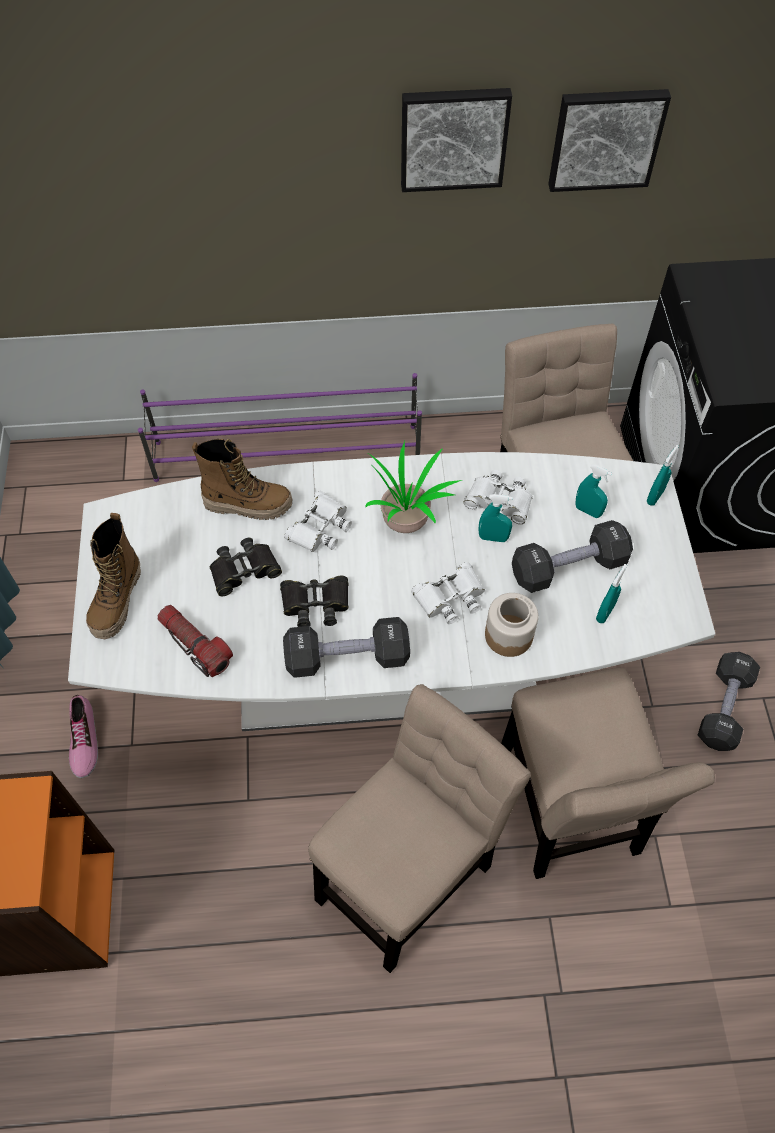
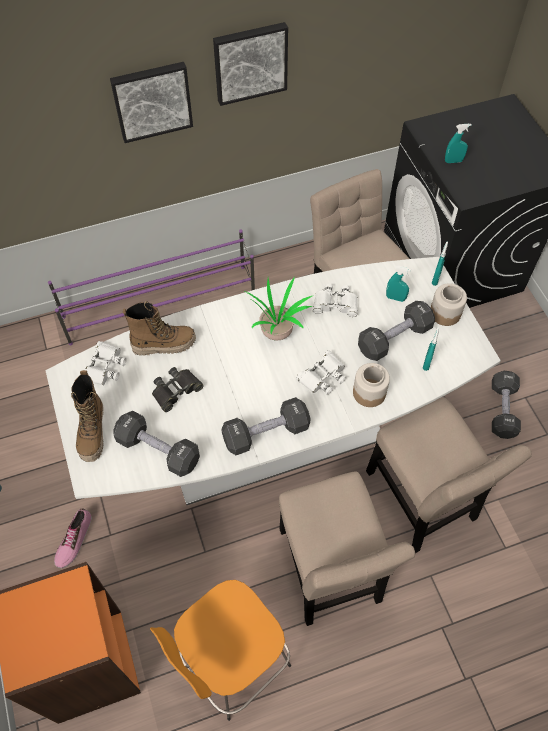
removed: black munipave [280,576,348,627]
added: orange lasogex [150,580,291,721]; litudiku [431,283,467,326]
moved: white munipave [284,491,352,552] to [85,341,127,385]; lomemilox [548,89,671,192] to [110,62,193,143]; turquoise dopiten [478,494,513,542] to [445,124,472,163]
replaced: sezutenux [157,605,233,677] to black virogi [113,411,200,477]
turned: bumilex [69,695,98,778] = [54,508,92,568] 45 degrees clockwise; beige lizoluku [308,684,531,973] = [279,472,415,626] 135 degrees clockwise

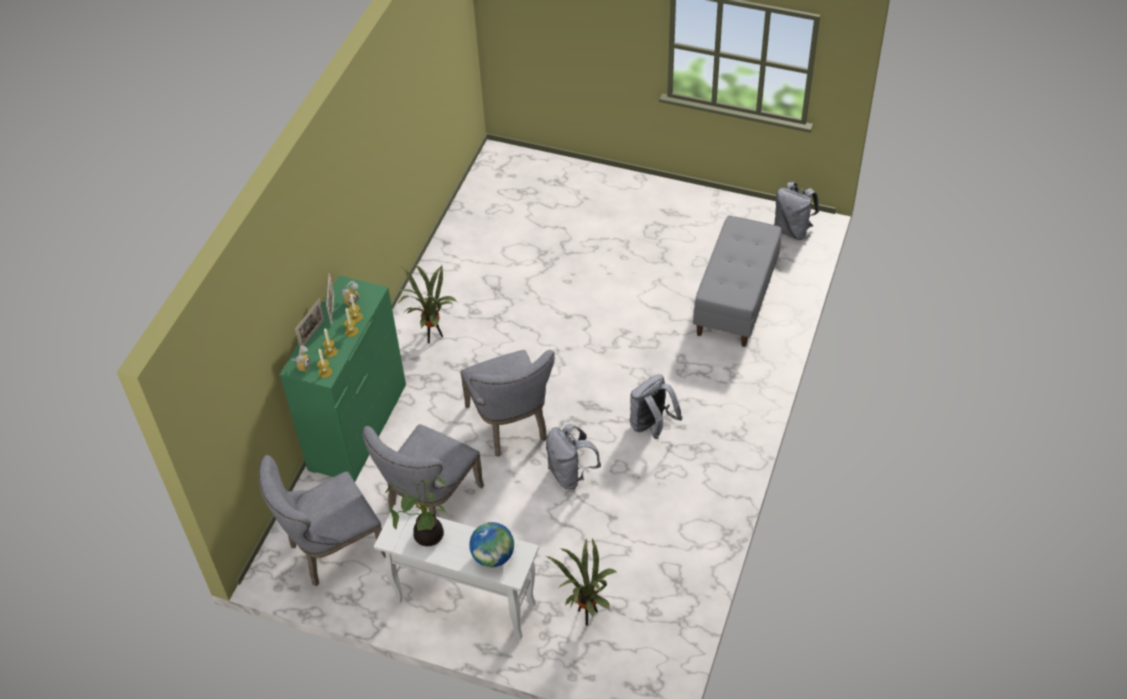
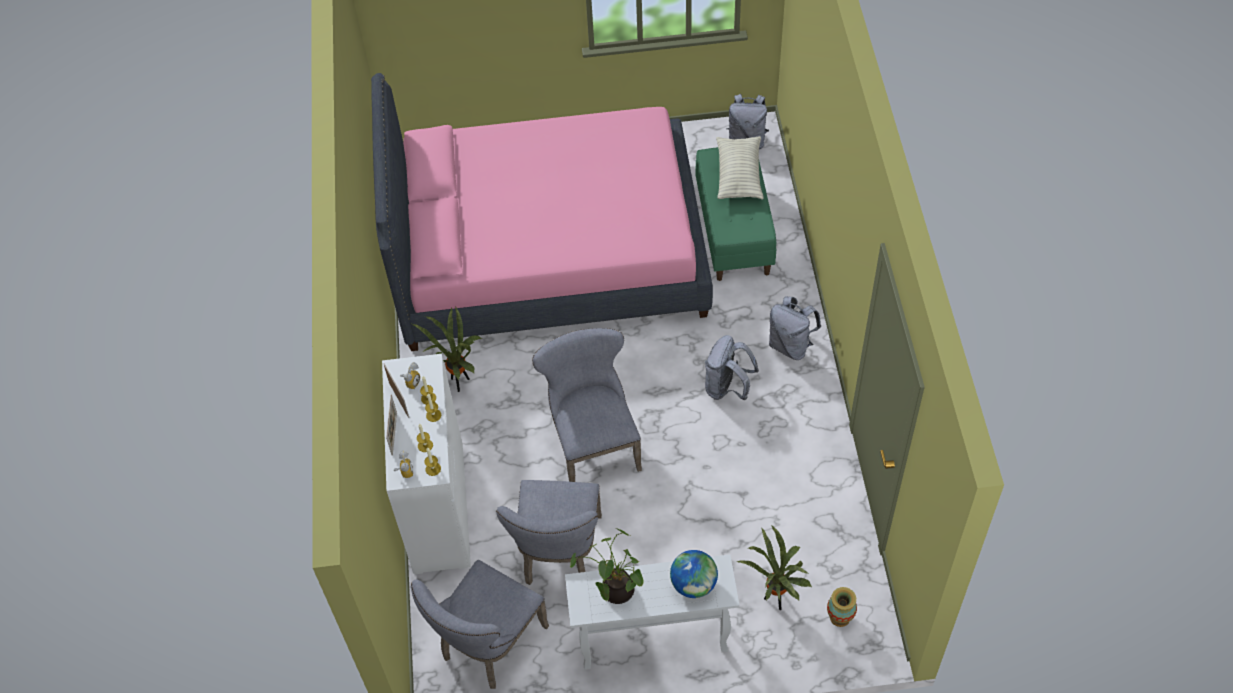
added: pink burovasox [371,73,713,351]; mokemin [716,136,764,200]; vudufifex [827,587,857,627]
moved: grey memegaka [546,424,601,490] to [769,296,821,360]
recoloured: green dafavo [280,275,406,482] to white dafavo [382,354,471,575]; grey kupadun [693,216,782,347] to green kupadun [696,147,777,281]
turned: grey lizoluku [460,350,555,457] = [532,328,642,482] 150 degrees counterclockwise

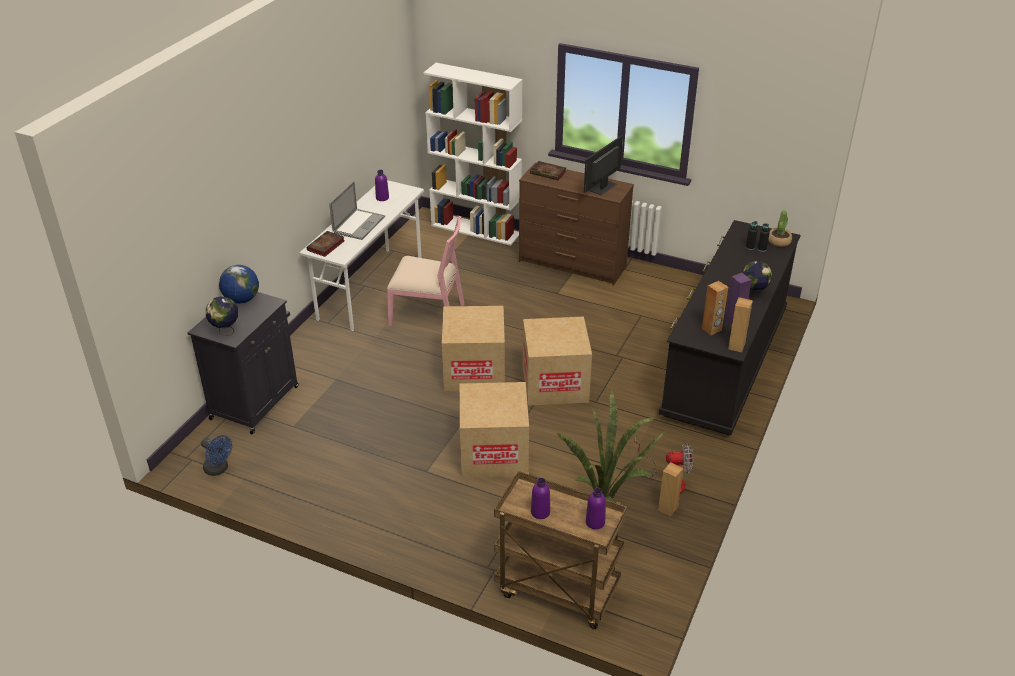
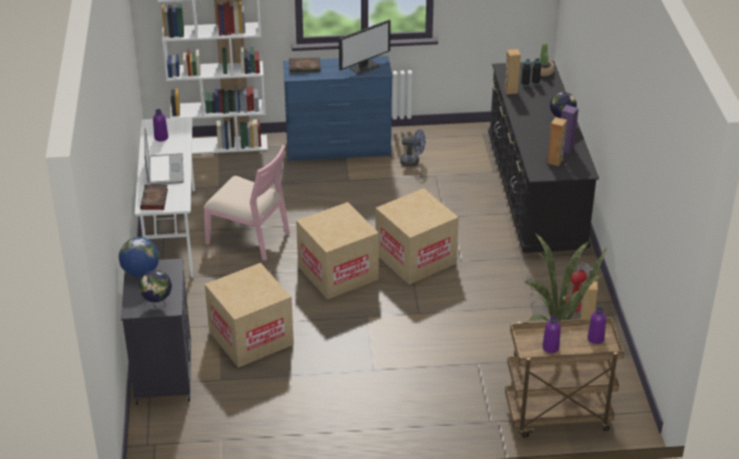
moved: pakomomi [460,382,529,478] to [205,263,294,368]; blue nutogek [201,435,232,476] to [400,129,425,167]; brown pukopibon [728,297,753,353] to [504,49,521,94]
recoloured: brown dafavo [519,163,634,286] to blue dafavo [283,56,393,163]
turned: pink lizoluku [387,216,465,326] = [204,145,290,261] 45 degrees clockwise; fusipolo [584,135,623,195] = [339,19,391,75] 135 degrees counterclockwise

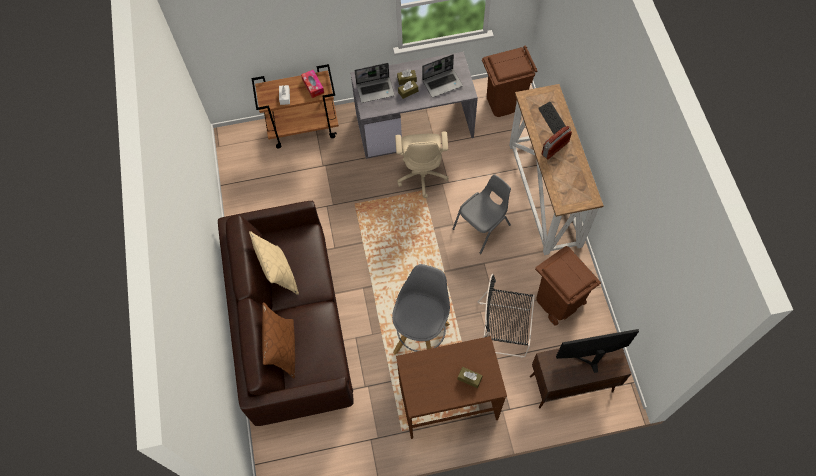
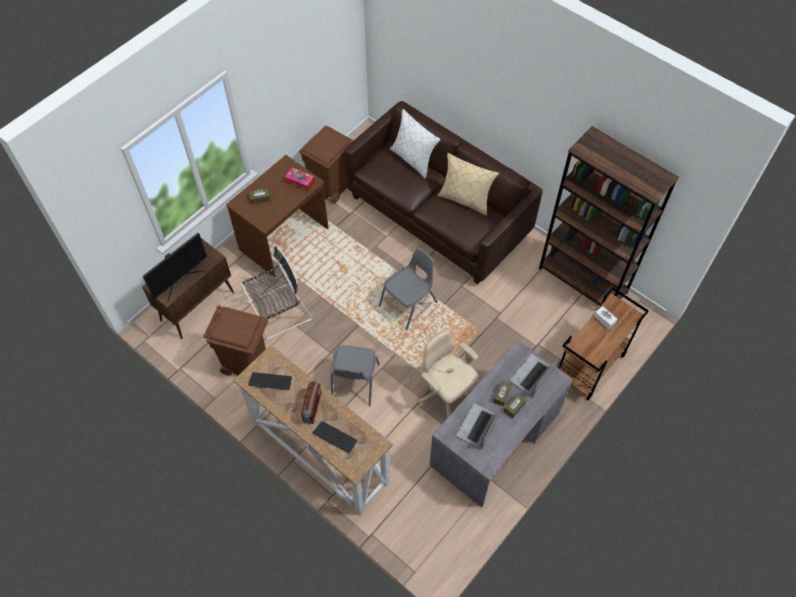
removed: grey lasogex [392,264,450,355]
added: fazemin [248,372,292,390]; grey lizoluku [379,248,438,331]; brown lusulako [539,126,679,306]
moved: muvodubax [301,70,324,98] to [284,167,315,191]; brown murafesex [482,46,537,117] to [299,126,354,203]
recoloured: brown mokemin [262,302,295,378] to white mokemin [390,109,440,179]

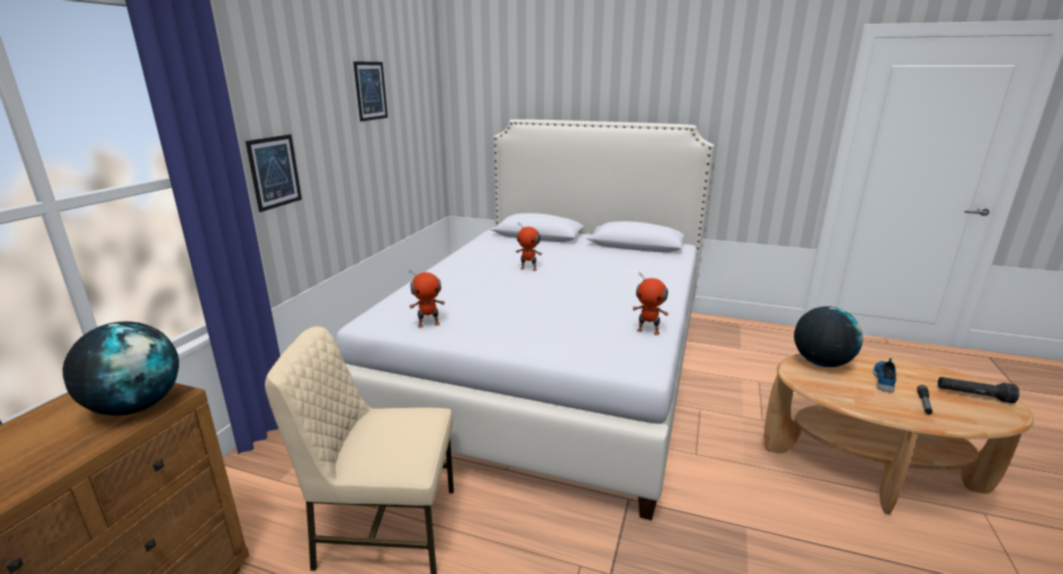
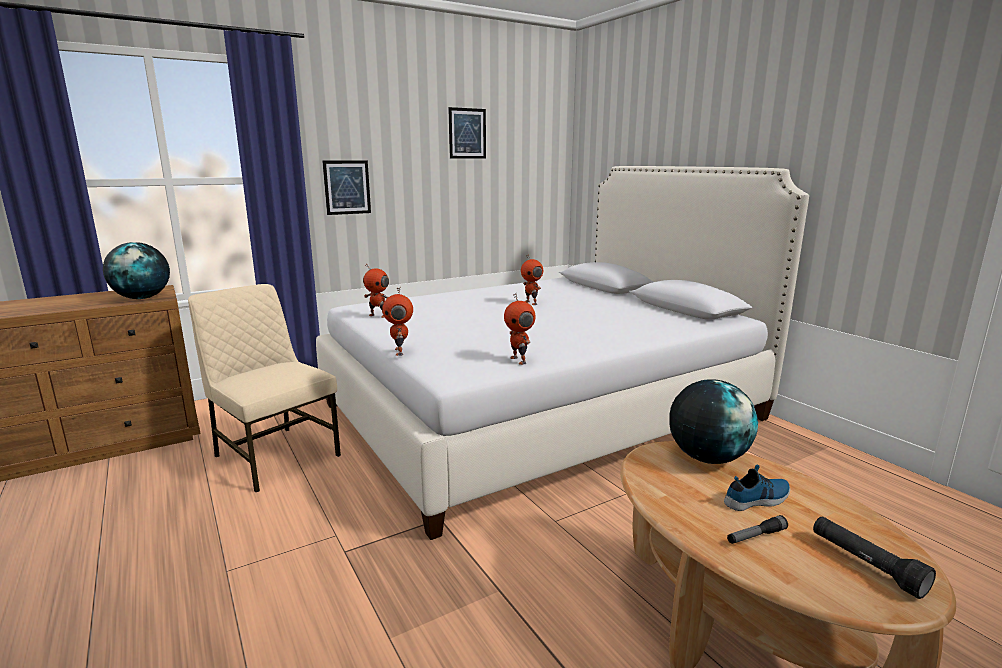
added: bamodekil [382,288,413,356]

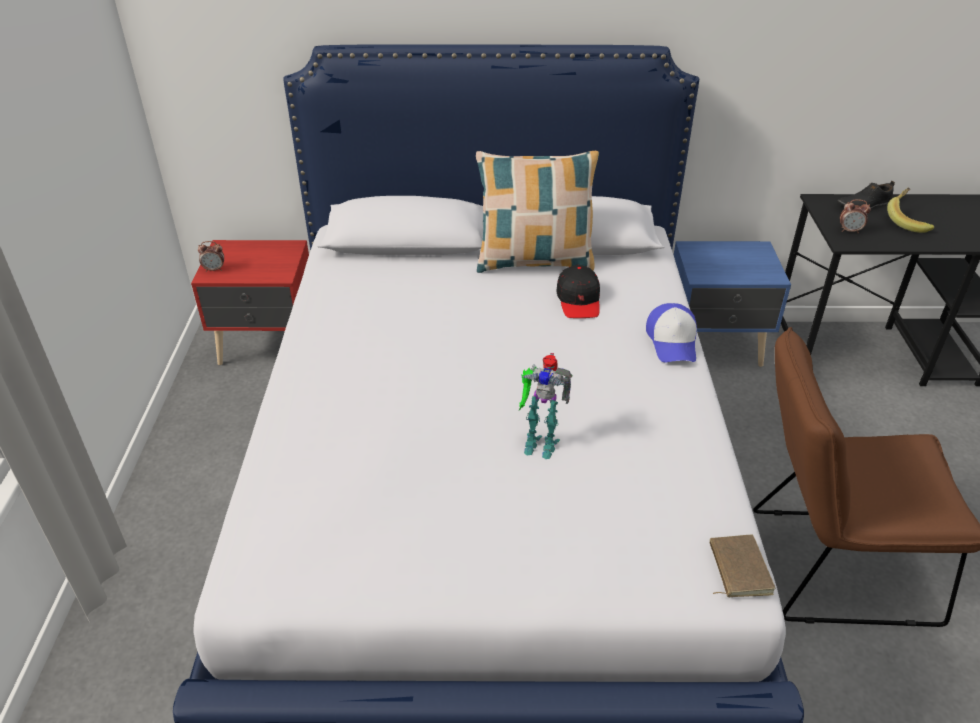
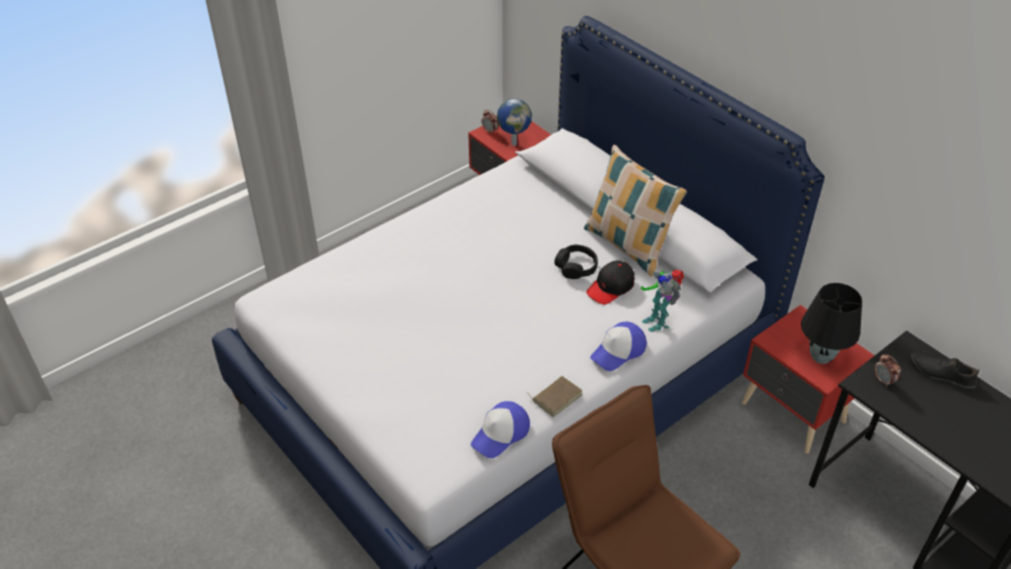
removed: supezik [887,187,934,233]
added: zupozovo [471,401,530,458]; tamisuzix [497,99,532,146]; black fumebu [554,244,598,279]; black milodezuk [801,283,862,364]
moved: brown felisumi [710,535,775,597] to [527,376,582,417]; bamodekil [519,353,573,459] to [641,270,684,332]
recoloured: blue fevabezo [674,241,791,367] to red fevabezo [742,305,875,454]

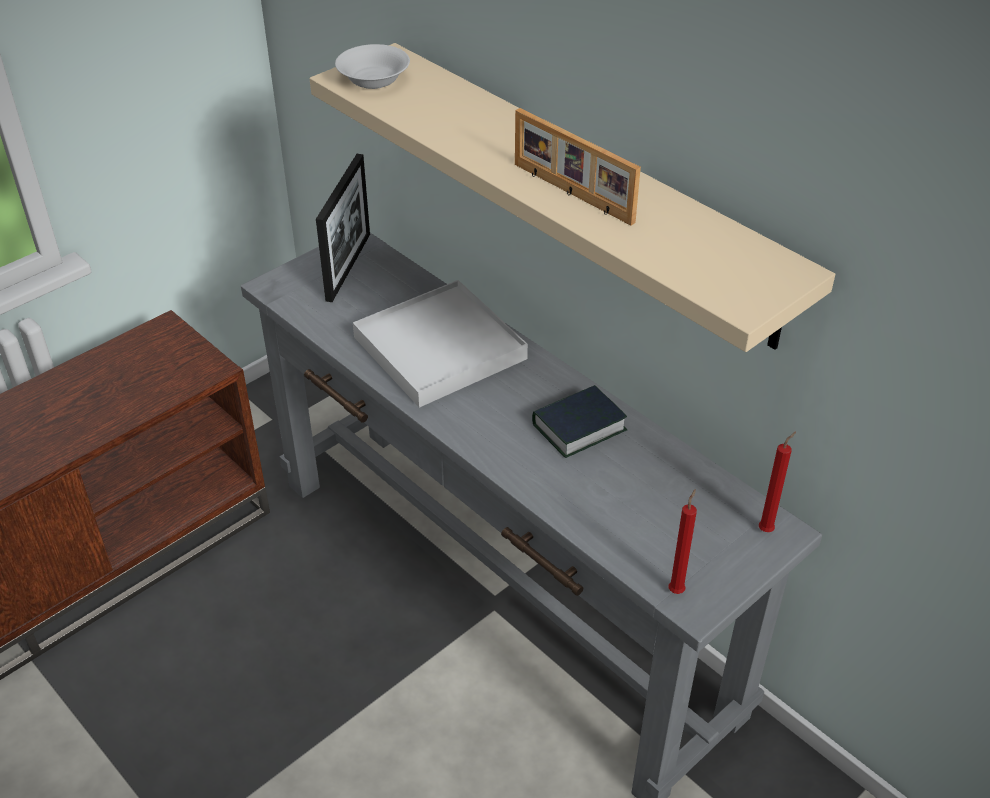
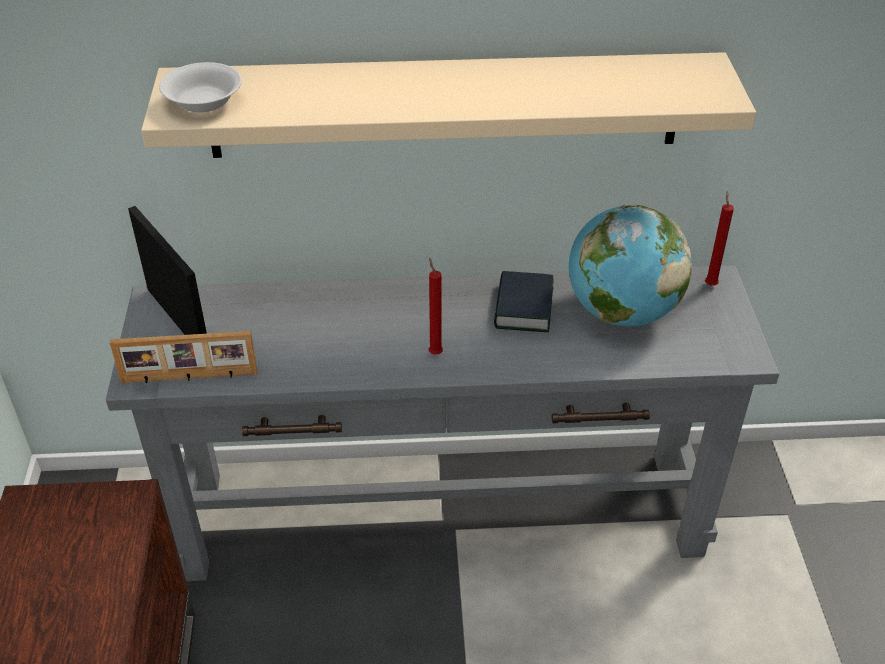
removed: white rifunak [353,280,528,408]
added: tamisuzix [569,205,692,327]
moved: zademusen [515,108,641,225] to [110,331,258,383]; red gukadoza [668,489,697,594] to [429,258,443,354]

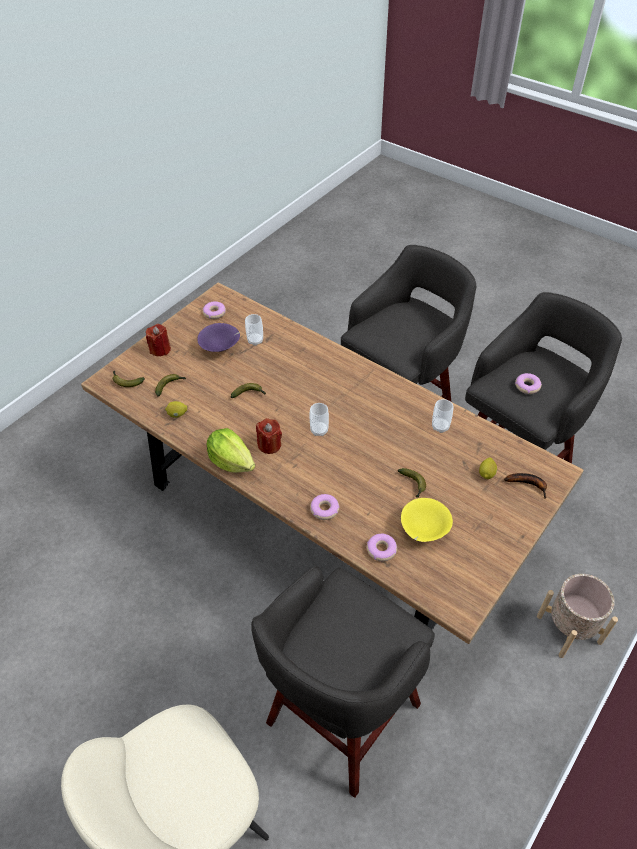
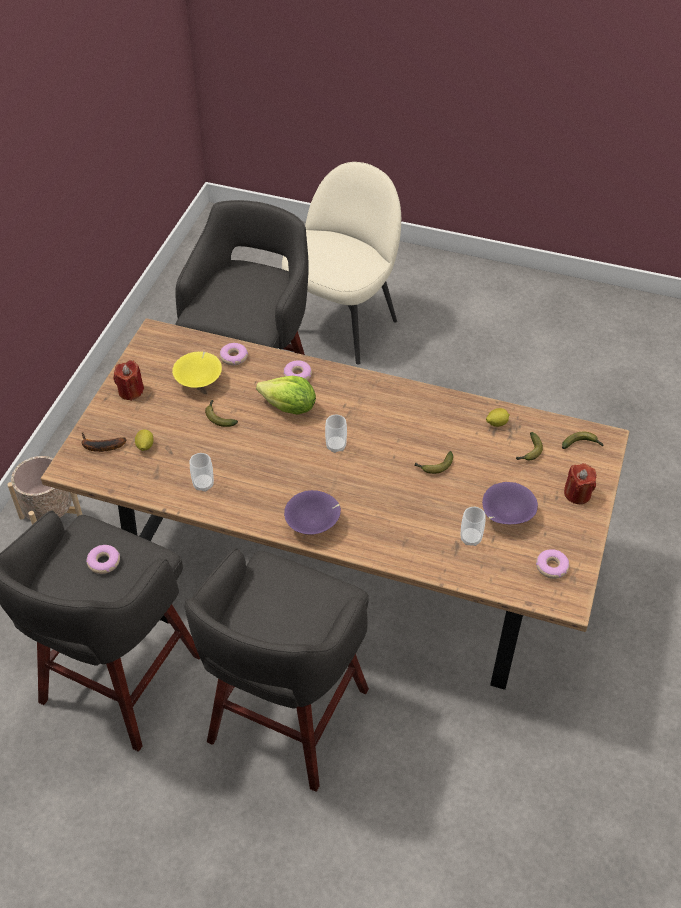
added: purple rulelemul [284,490,341,534]
moved: red gukadoza [256,418,282,454] to [113,360,144,401]; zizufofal [206,428,255,473] to [256,376,316,415]

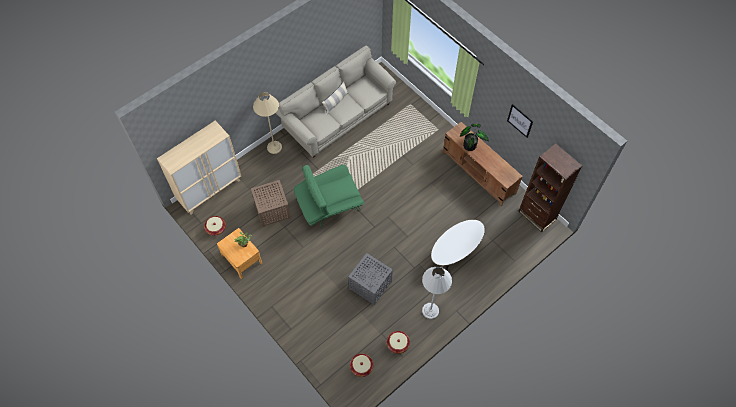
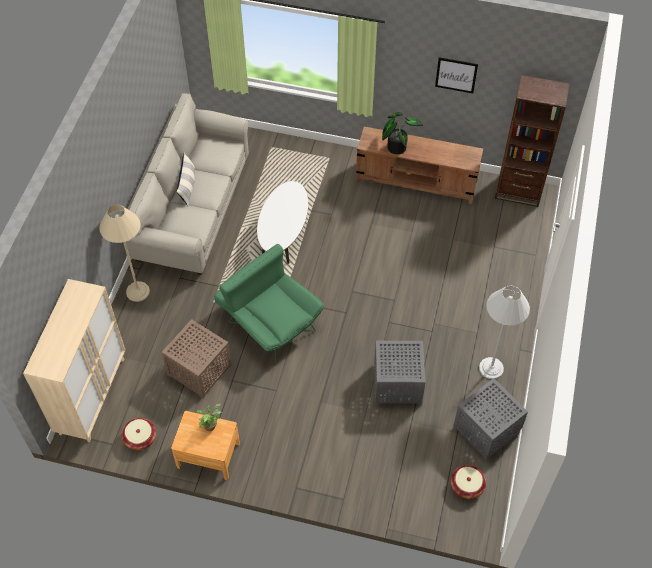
moved: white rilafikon [431,220,485,270] to [257,181,308,264]
replaced: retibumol [387,331,410,354] to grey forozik [453,378,528,461]
turned: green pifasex [294,165,364,227] = [214,244,324,362] 105 degrees clockwise

